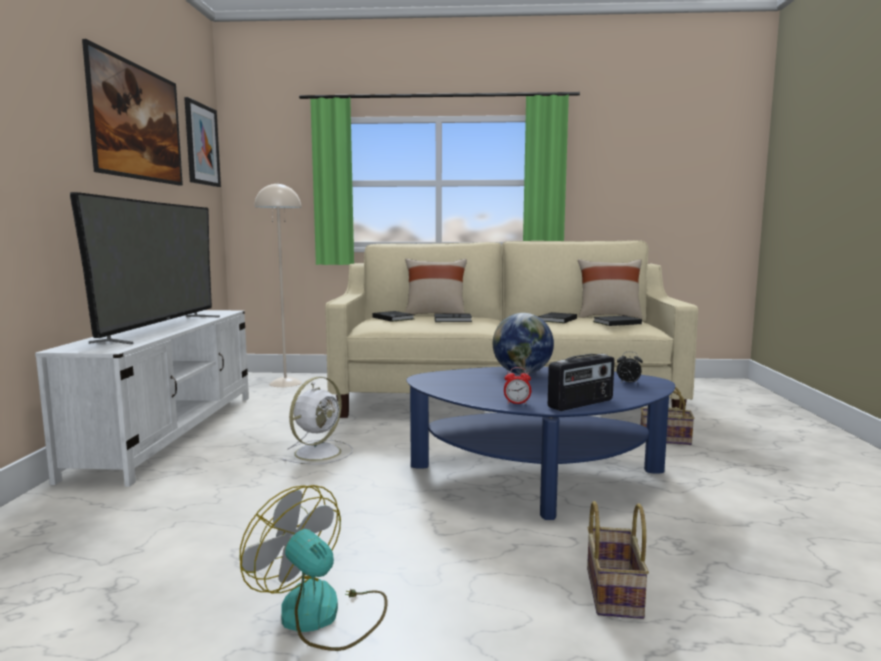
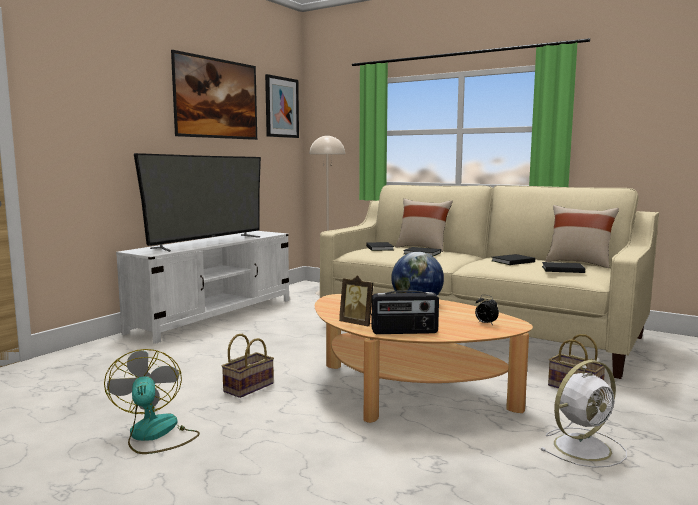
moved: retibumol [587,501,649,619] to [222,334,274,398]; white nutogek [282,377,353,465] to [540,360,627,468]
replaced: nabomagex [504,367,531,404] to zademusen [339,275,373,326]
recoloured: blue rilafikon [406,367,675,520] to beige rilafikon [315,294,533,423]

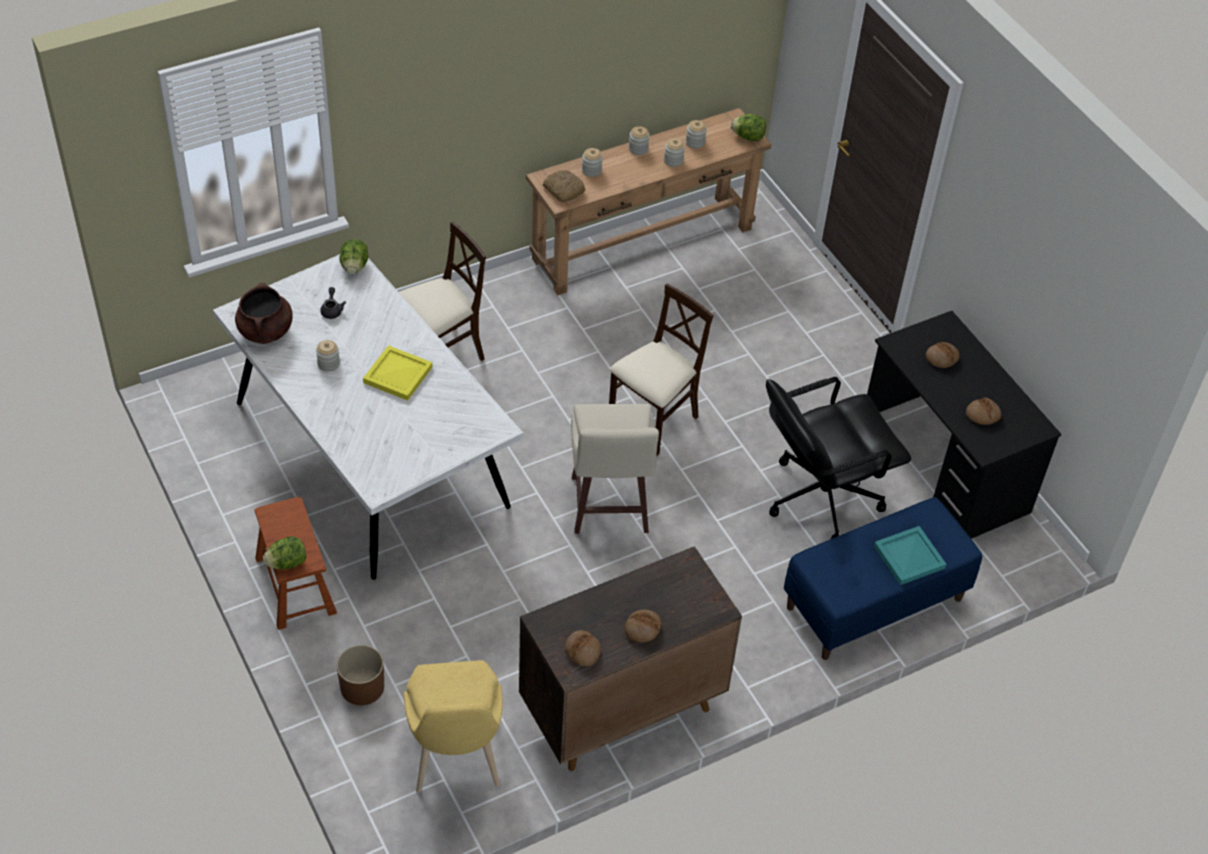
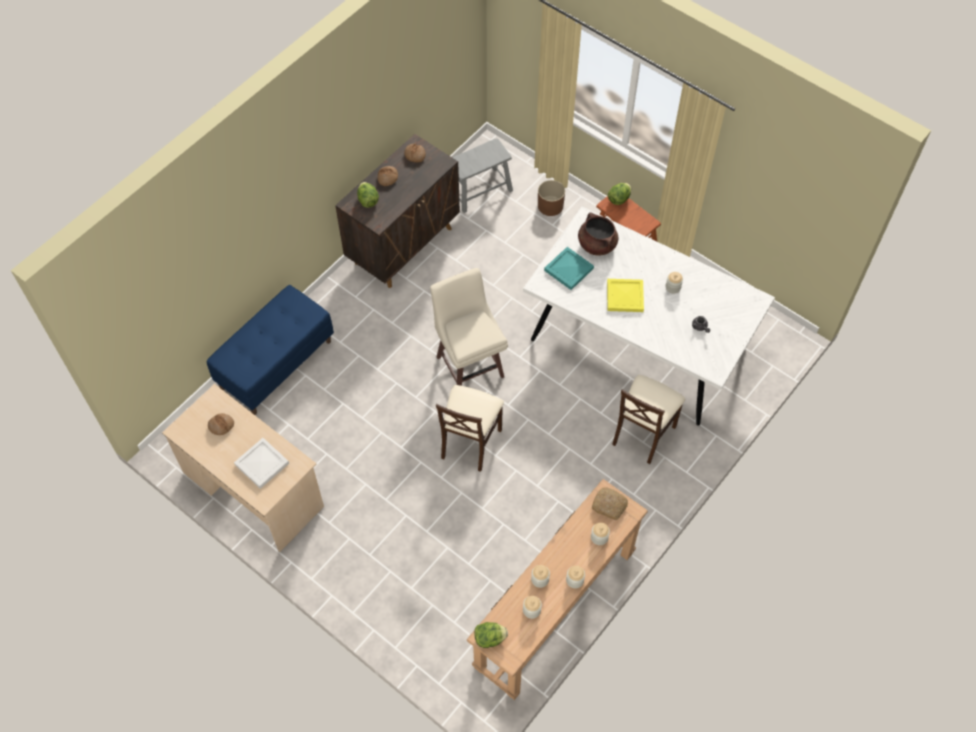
removed: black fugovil [766,377,911,539]
moved: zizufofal [339,239,368,274] to [357,182,379,208]; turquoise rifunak [874,526,946,585] to [544,247,594,290]; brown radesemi [235,282,293,344] to [578,212,618,256]
replaced: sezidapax [926,342,960,368] to white rifunak [234,438,289,489]; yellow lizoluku [403,660,503,793] to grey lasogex [452,139,513,213]
recoloured: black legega [867,311,1061,539] to beige legega [162,384,324,552]

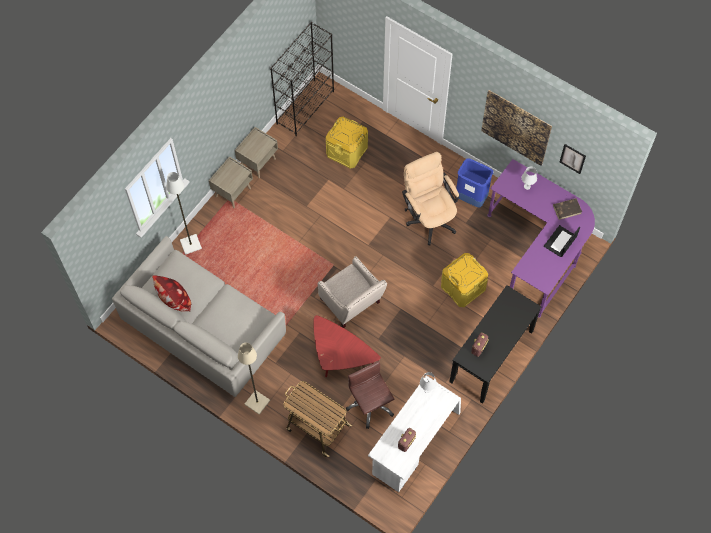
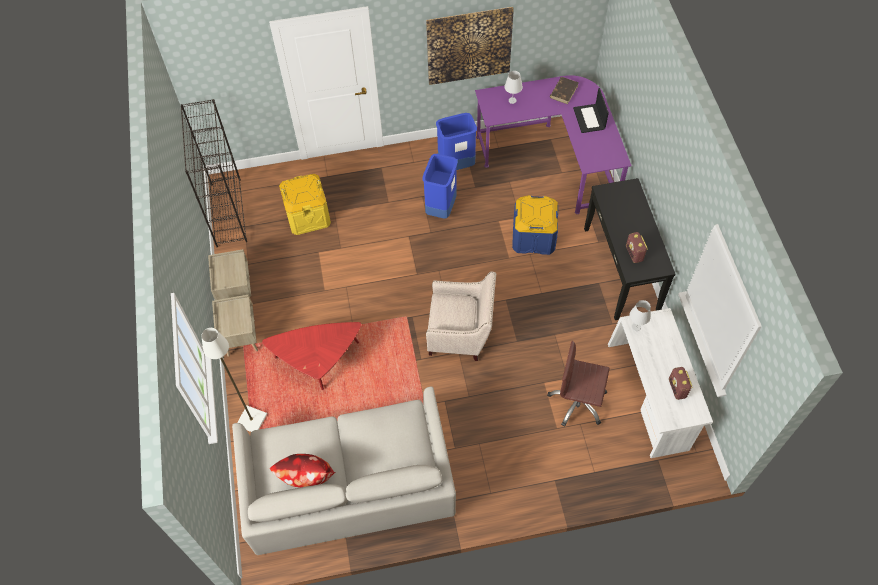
removed: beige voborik [238,343,270,415]; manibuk [283,381,352,457]; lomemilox [560,144,586,174]
moved: red rilafikon [313,315,381,377] to [262,322,361,390]
replaced: beige fugovil [402,152,459,246] to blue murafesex [422,154,457,219]
recoloured: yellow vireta [441,253,488,307] to blue vireta [512,195,558,255]

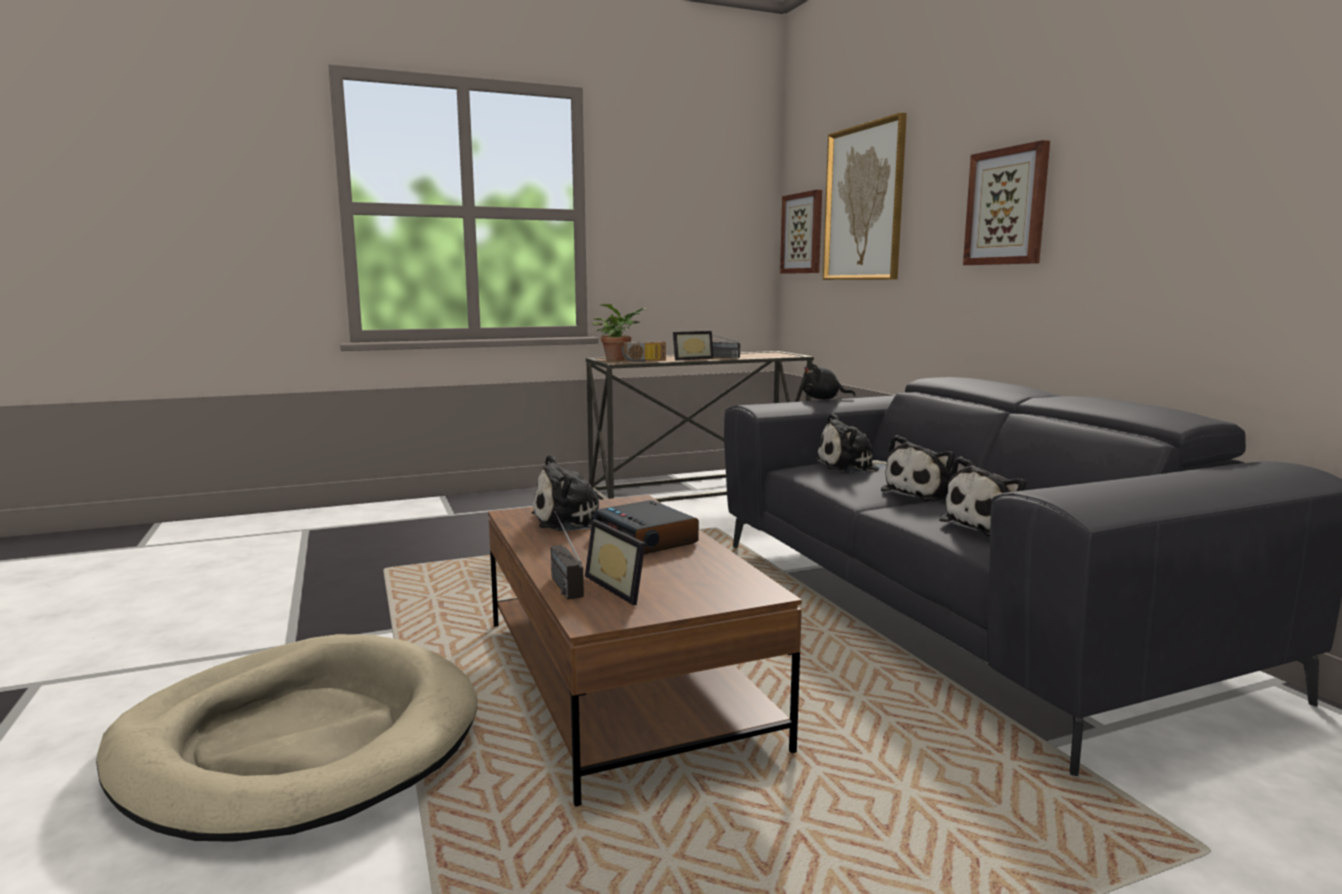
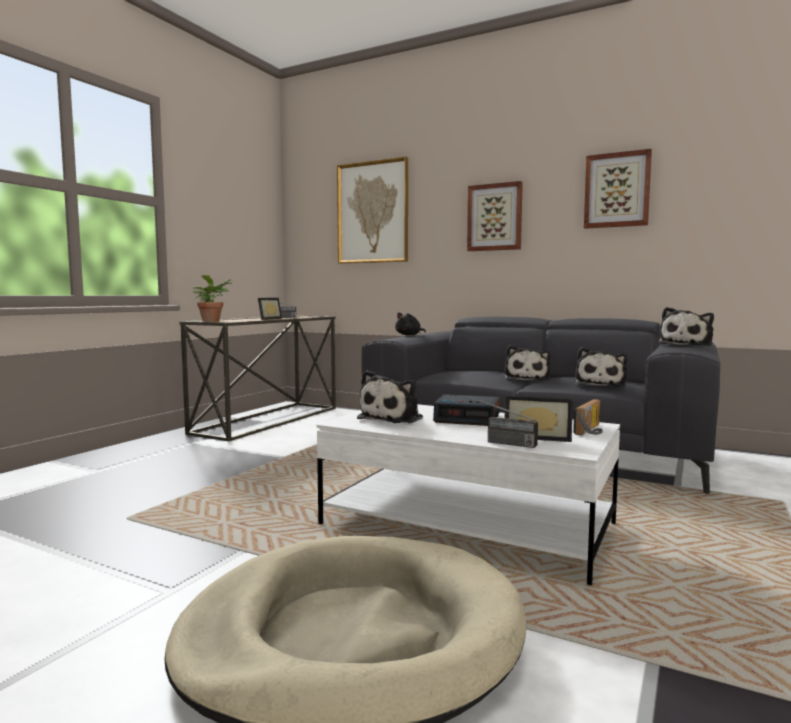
moved: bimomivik [622,342,666,362] to [573,399,602,435]; lomemilox [780,190,822,274] to [584,149,652,229]; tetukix [815,413,887,473] to [659,307,714,346]
recoloured: brown rilafikon [488,495,802,806] to white rilafikon [317,404,620,585]

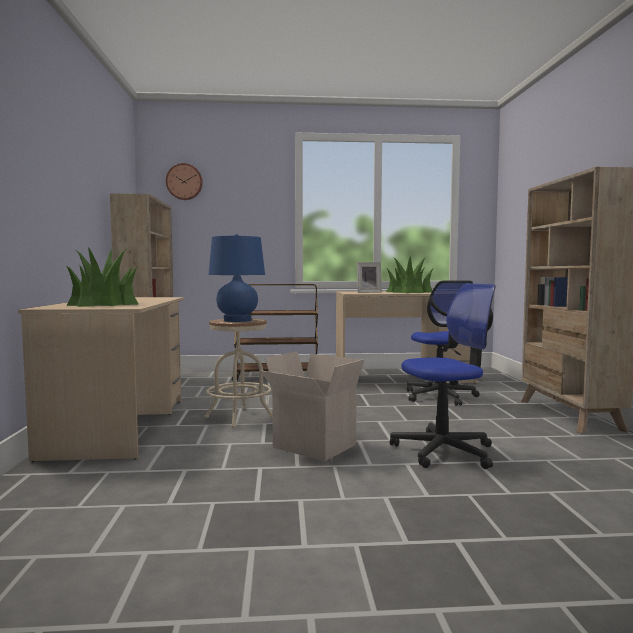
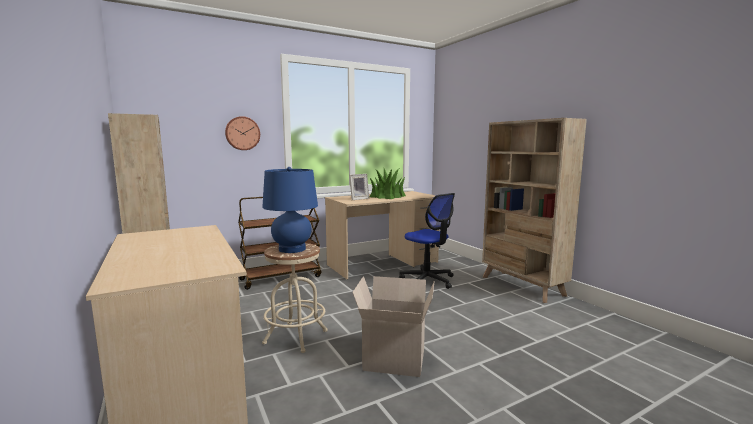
removed: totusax [66,247,139,307]; fugovil [390,283,495,469]
moved: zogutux [166,163,203,200] to [225,116,260,150]

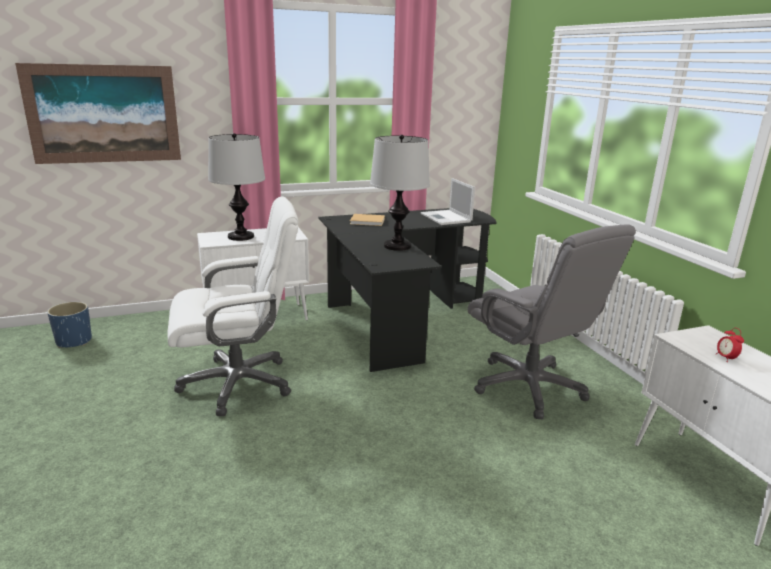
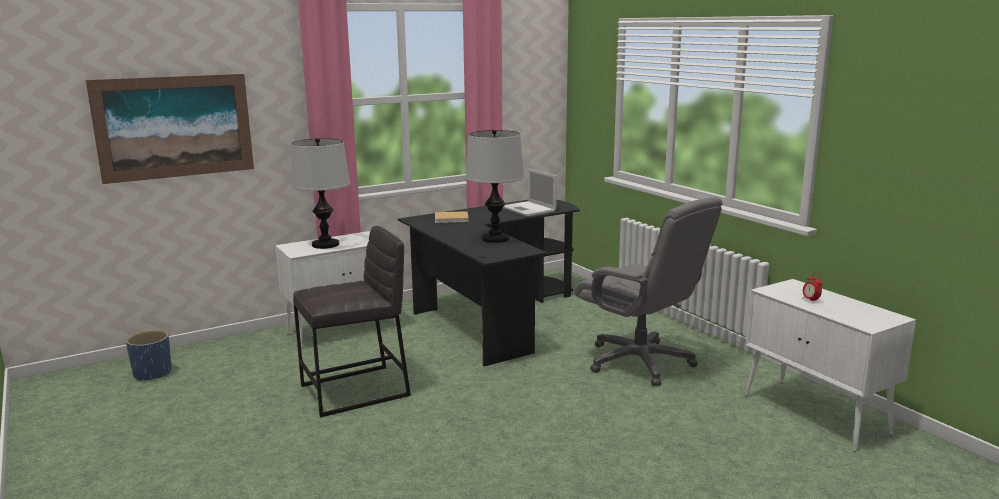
replaced: white fugovil [167,196,298,416] to grey lasogex [293,226,411,417]

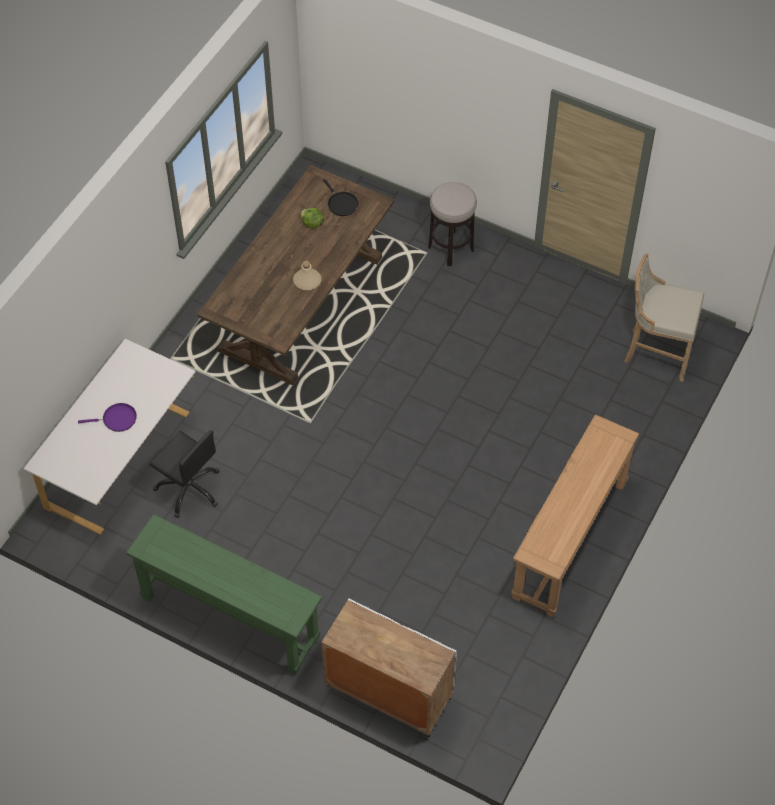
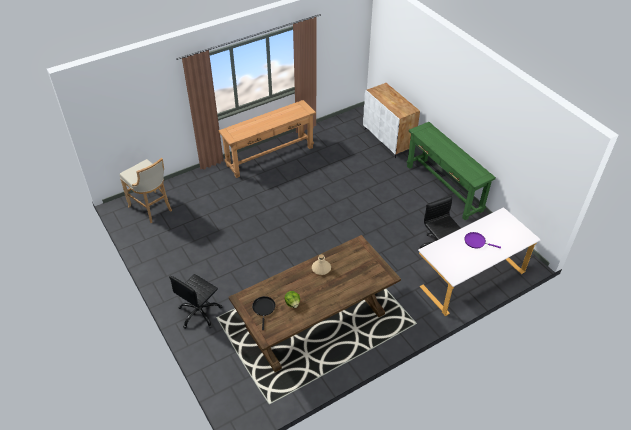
replaced: lasogex [428,182,477,266] to black fugovil [169,274,222,329]

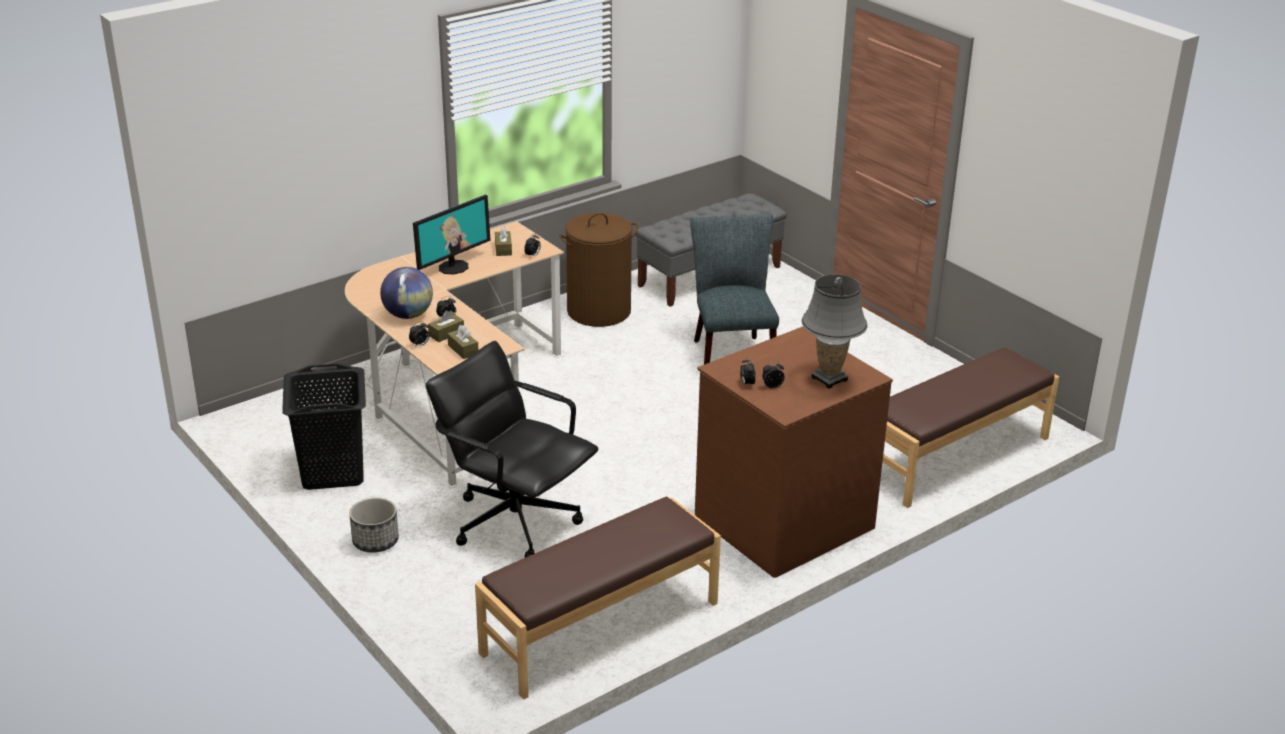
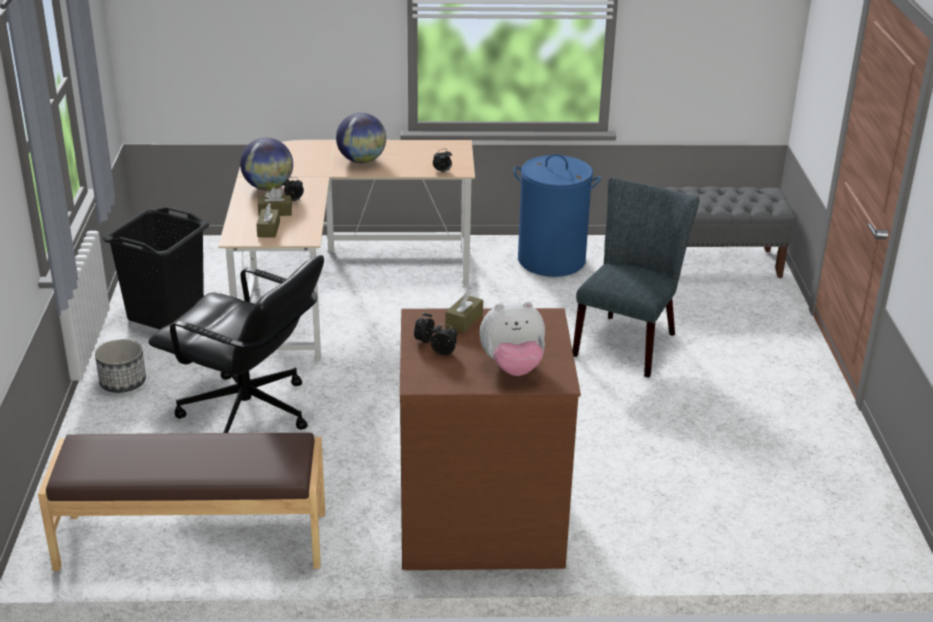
removed: nabomagex [409,321,429,347]; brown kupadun [883,347,1059,508]
moved: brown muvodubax [495,226,512,256] to [445,291,483,333]
replaced: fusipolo [413,194,491,274] to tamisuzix [336,113,386,163]; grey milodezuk [802,274,867,389] to tetukix [480,302,545,376]
recoloured: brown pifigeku [559,213,638,327] to blue pifigeku [513,154,601,277]
turned: black fugovil [426,341,598,558] = [148,255,324,433] 135 degrees clockwise

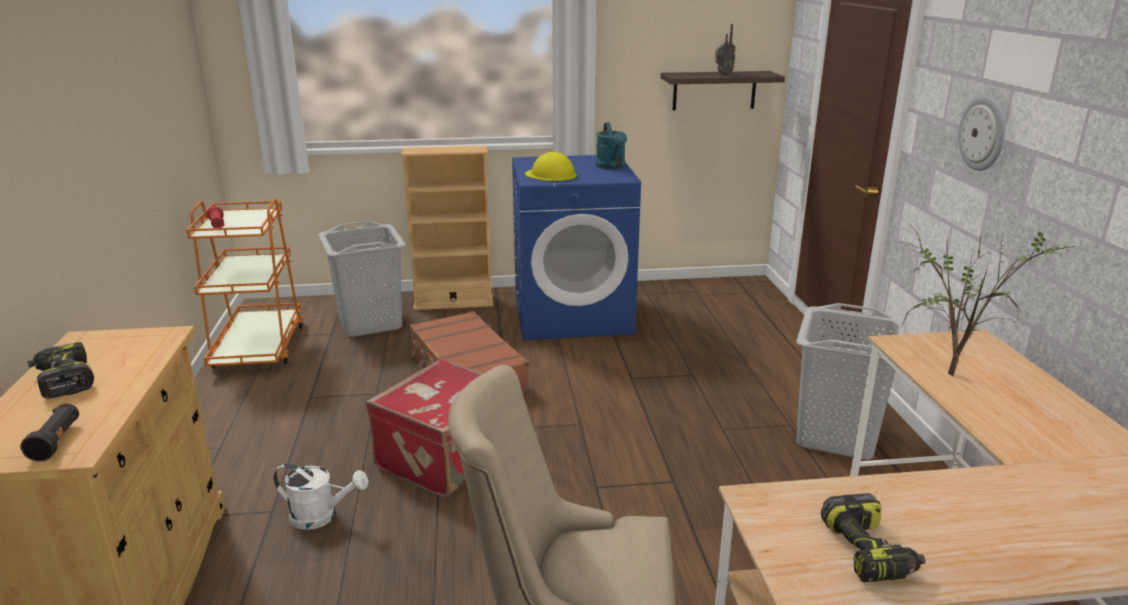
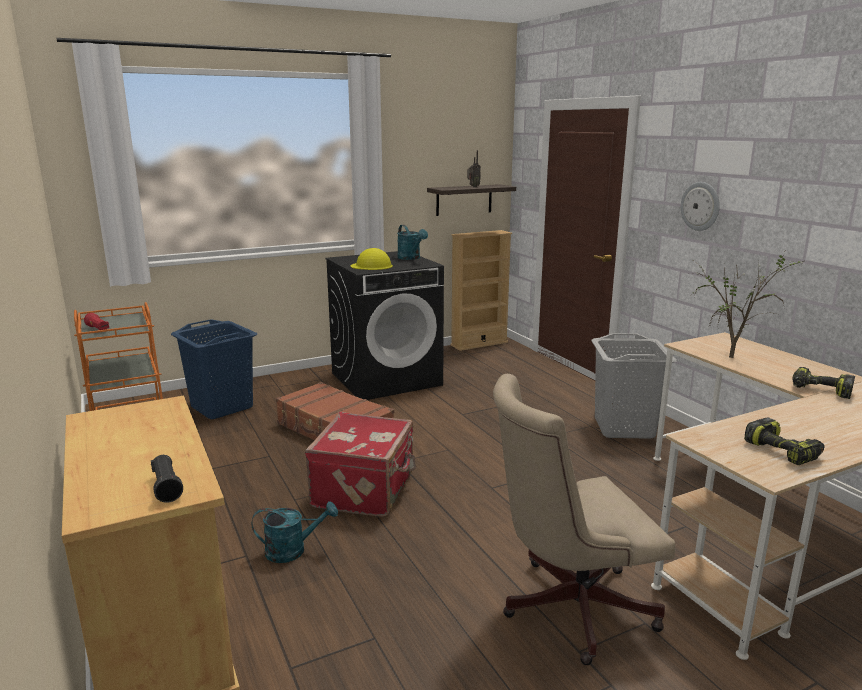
moved: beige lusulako [401,146,493,310] to [450,230,512,351]; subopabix [28,342,94,399] to [792,367,855,399]
recoloured: grey pifigeku [319,221,406,337] to blue pifigeku [171,319,257,419]; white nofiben [273,463,368,530] to turquoise nofiben [252,501,338,563]; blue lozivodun [512,155,641,340] to black lozivodun [326,251,444,400]

